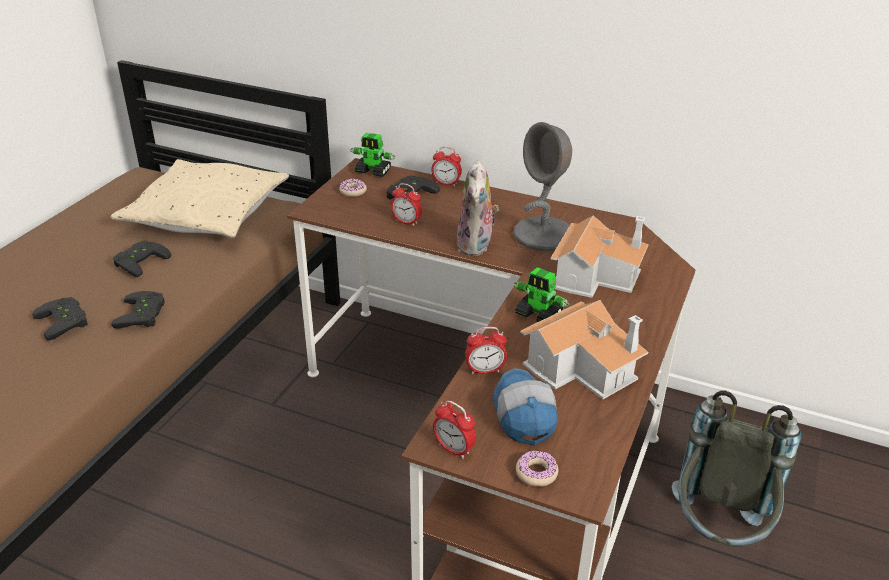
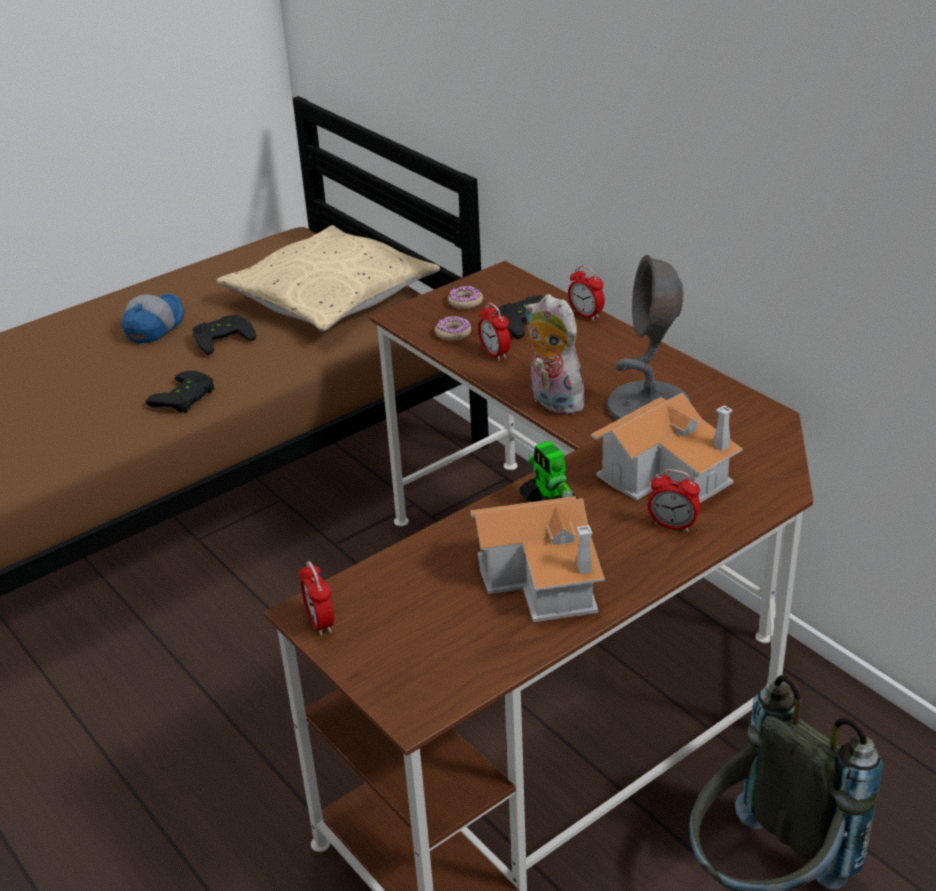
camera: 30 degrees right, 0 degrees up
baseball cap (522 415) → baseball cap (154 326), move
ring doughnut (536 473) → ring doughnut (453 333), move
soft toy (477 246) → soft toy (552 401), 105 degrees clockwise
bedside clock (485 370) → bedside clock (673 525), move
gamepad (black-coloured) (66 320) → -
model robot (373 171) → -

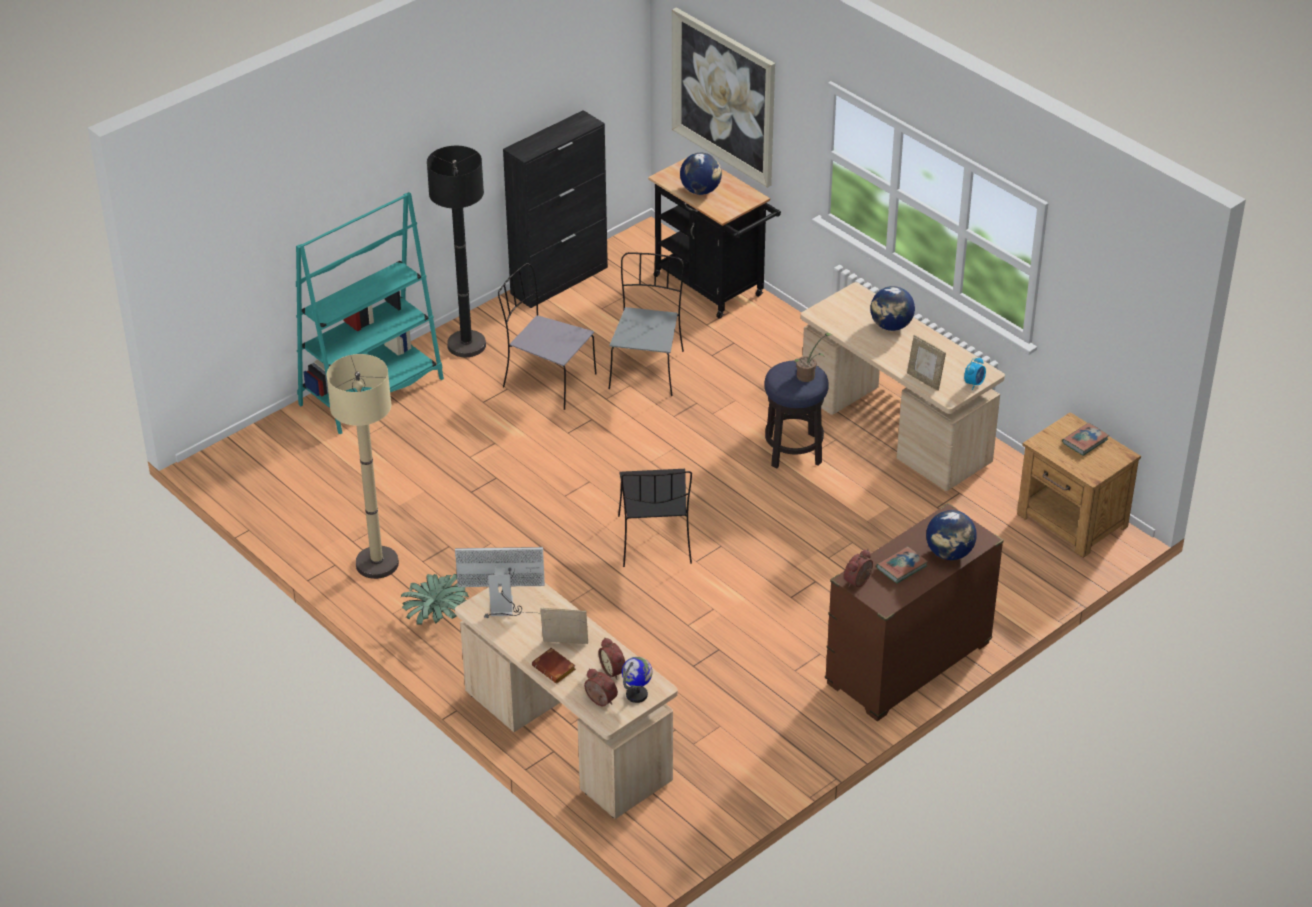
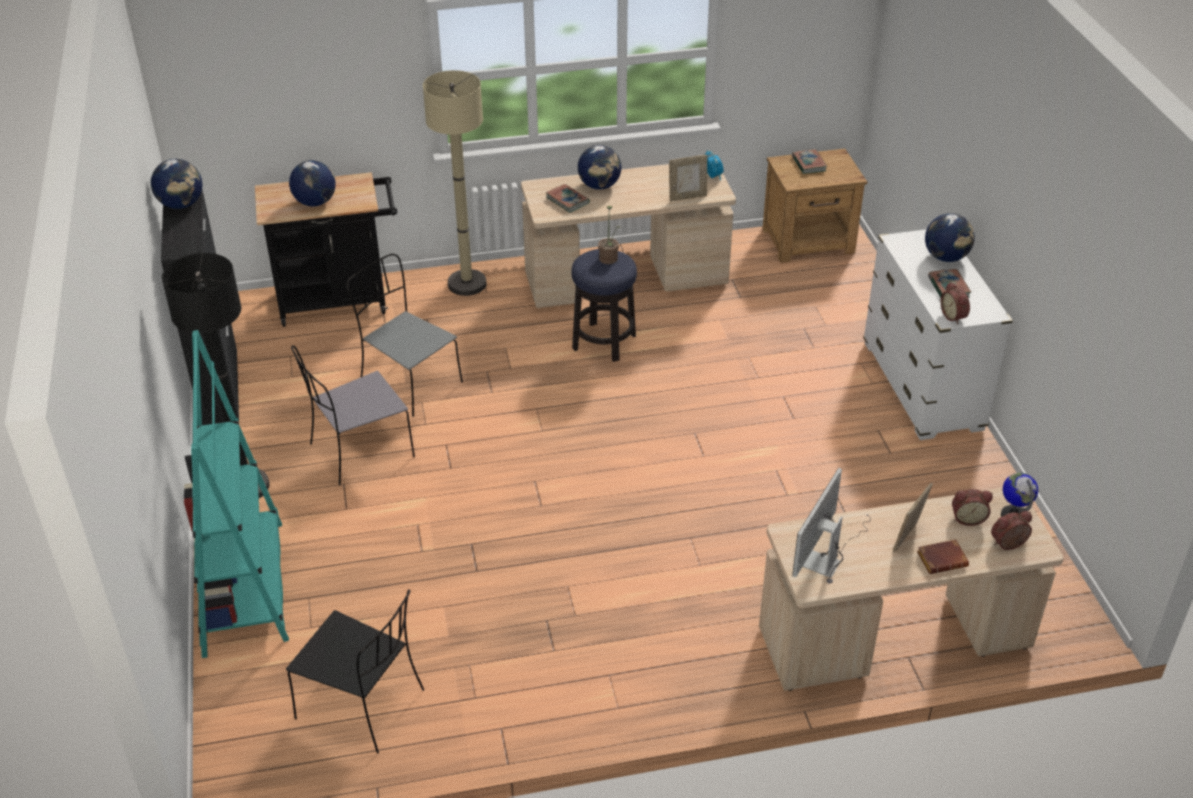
camera: 60 degrees left, 0 degrees up
- → globe (181 204)
upright chair (black-coloured) (655 542) → upright chair (black-coloured) (363 705), move
floor lamp (sand-coloured) (377 563) → floor lamp (sand-coloured) (467 284), move
- → book (567 200)
dresser (brown) (908 664) → dresser (whitish) (922 386)
houseplant (437 618) → -
wall art (724 96) → -

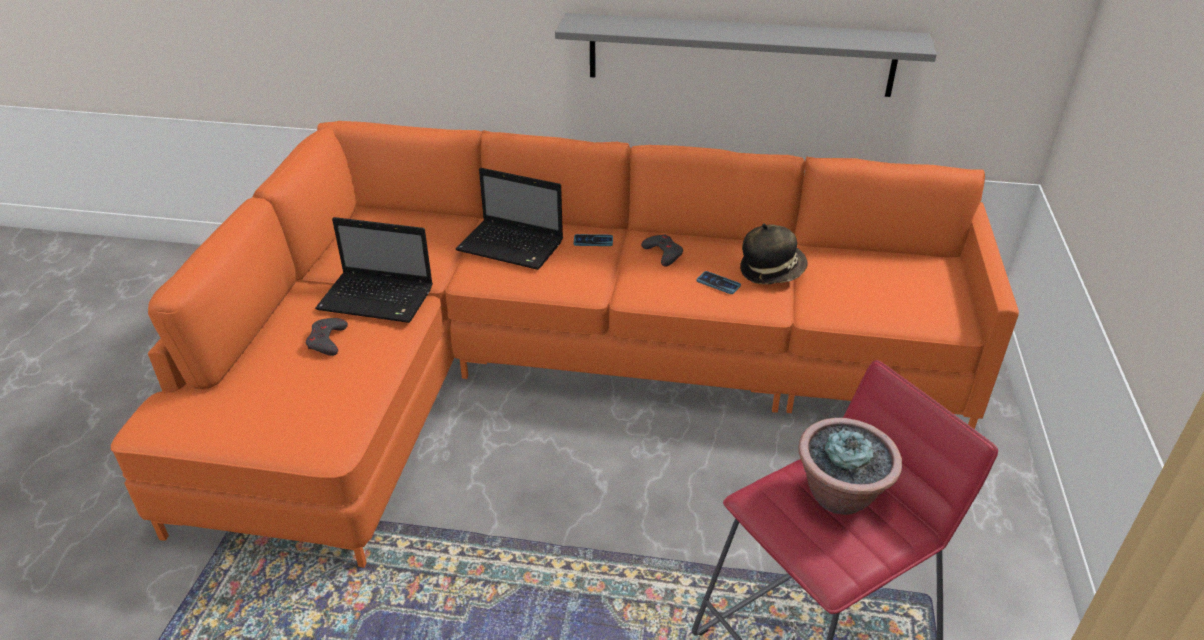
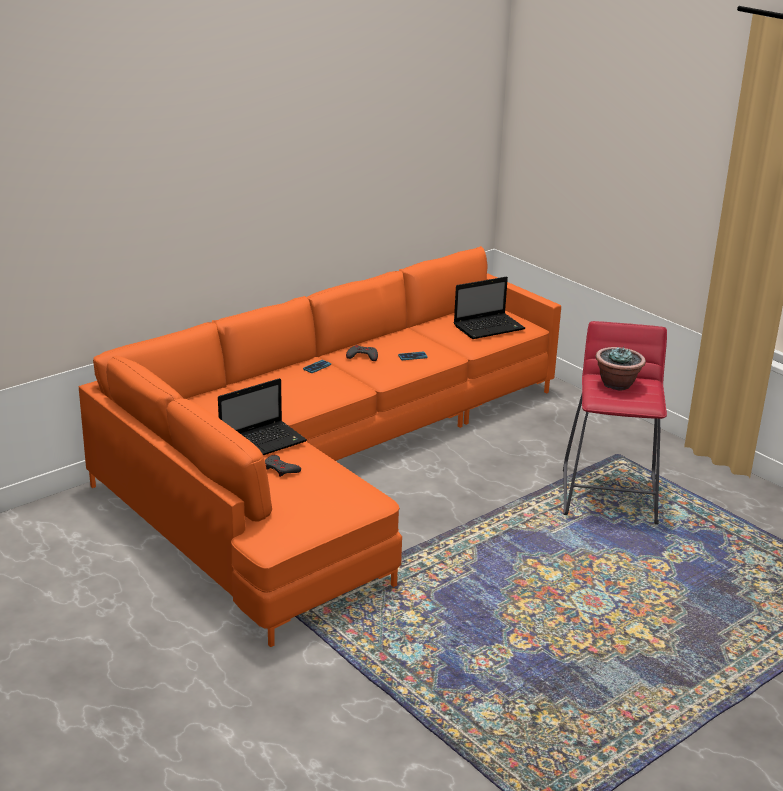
camera: 50 degrees left, 10 degrees down
portable computer (512 246) → portable computer (490 327), move
wall shelf (greyish) (740 55) → -
wearable hat (771 271) → -

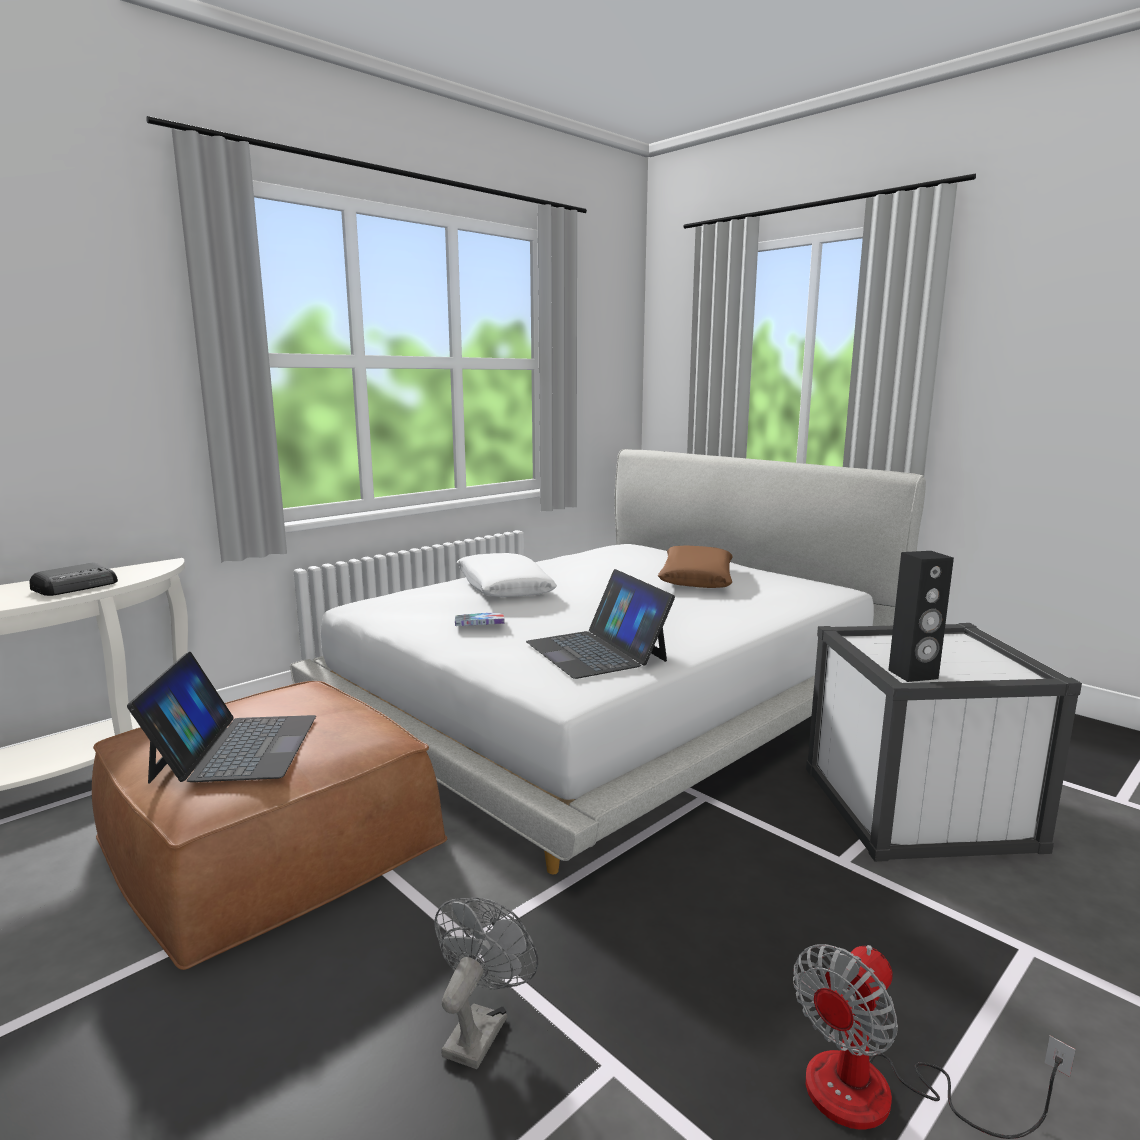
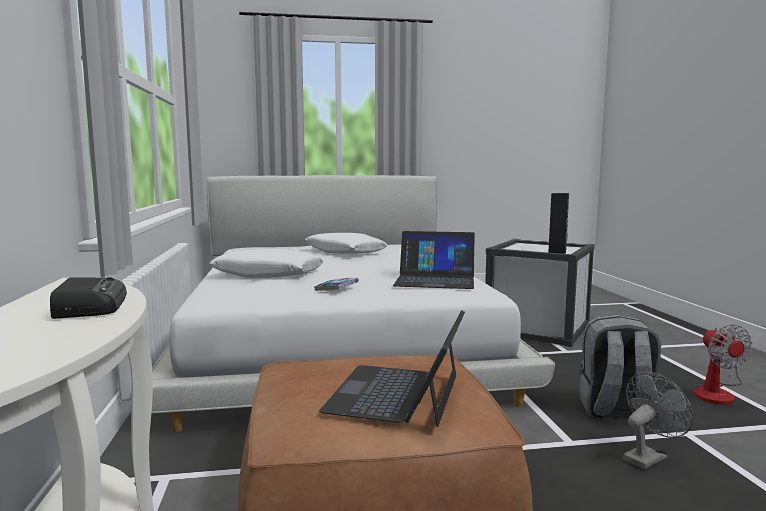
camera: 55 degrees left, 5 degrees down
cushion (brown) (696 579) → cushion (whitish) (345 252)
portable computer (235 747) → portable computer (396 393), 105 degrees counterclockwise
- → knapsack (greyish) (615 411)
cooling fan (greyish) (480 1028) → cooling fan (greyish) (648 457), 90 degrees clockwise

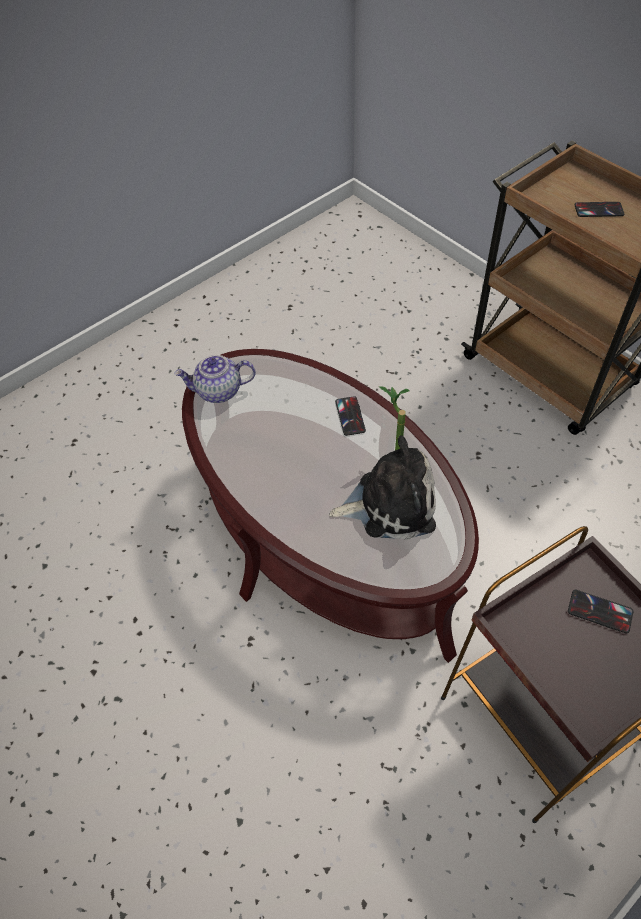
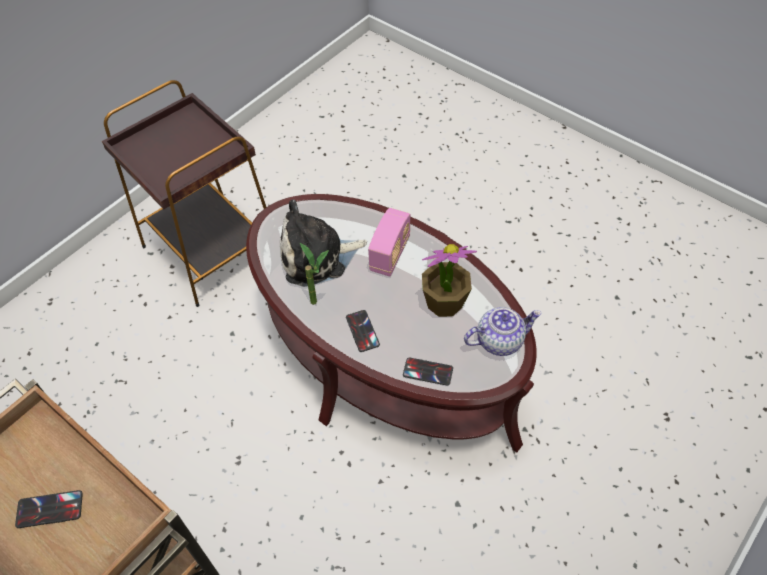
camera: 170 degrees right, 0 degrees up
- → radio receiver (390 254)
phone (600 611) → phone (428 371), move
- → houseplant (444 303)

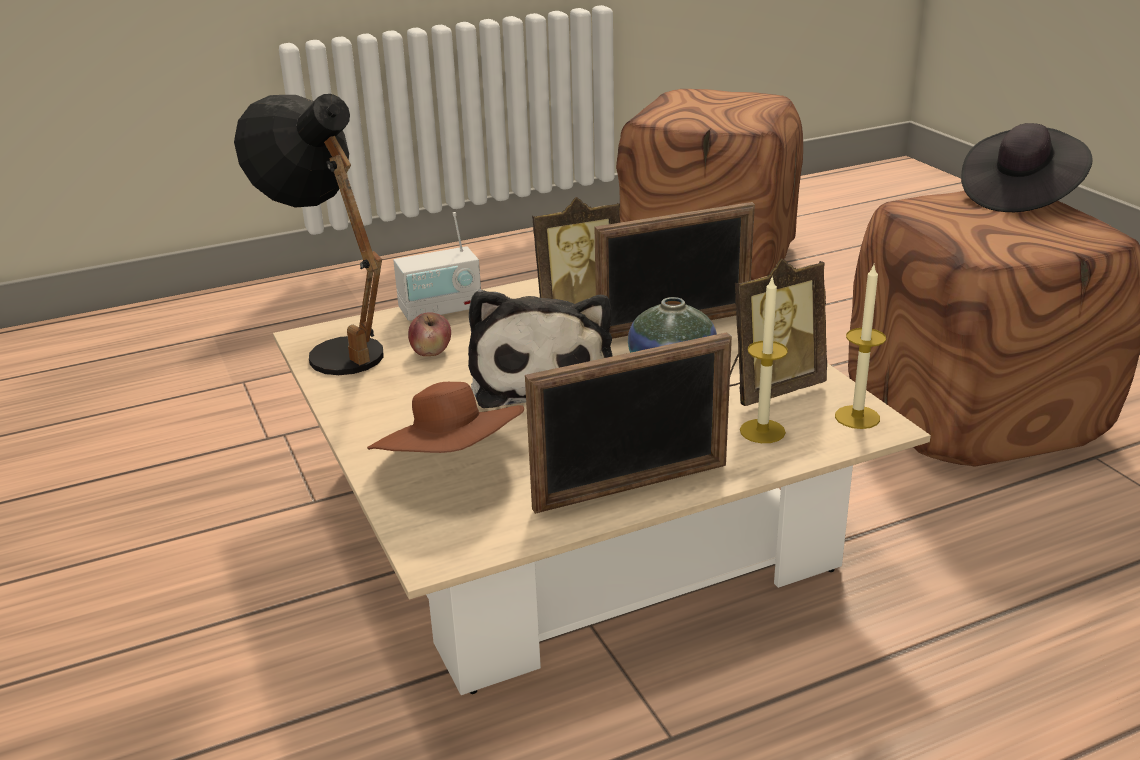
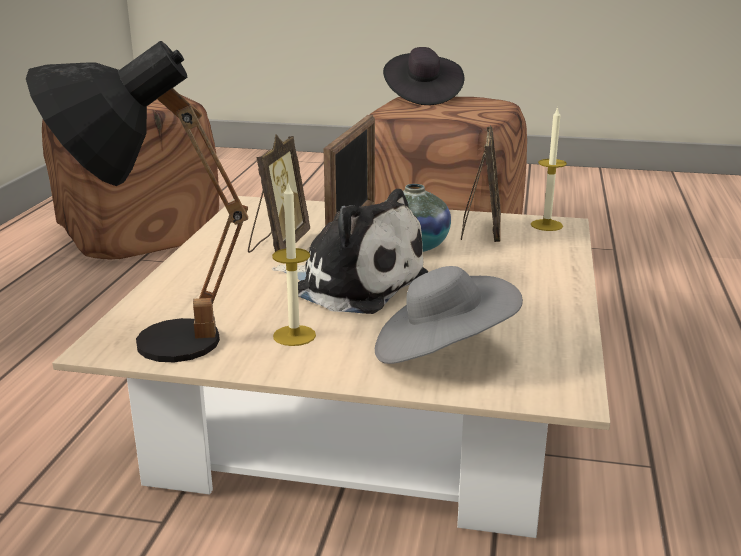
camera: 55 degrees left, 5 degrees down
wax light (762 431) → wax light (294 335), move
wearable hat (brown) (452 466) → wearable hat (greyish) (441 352)
radio receiver (441 310) → -
whole apple (431 351) → -
standing frame (632 487) → -

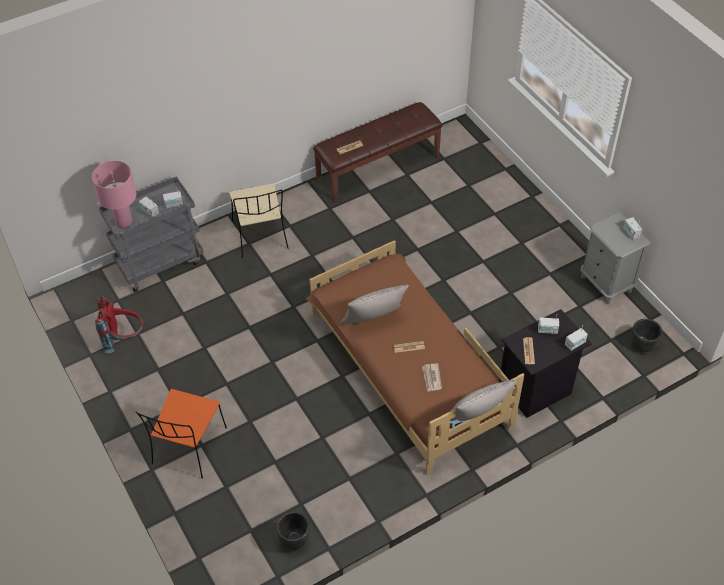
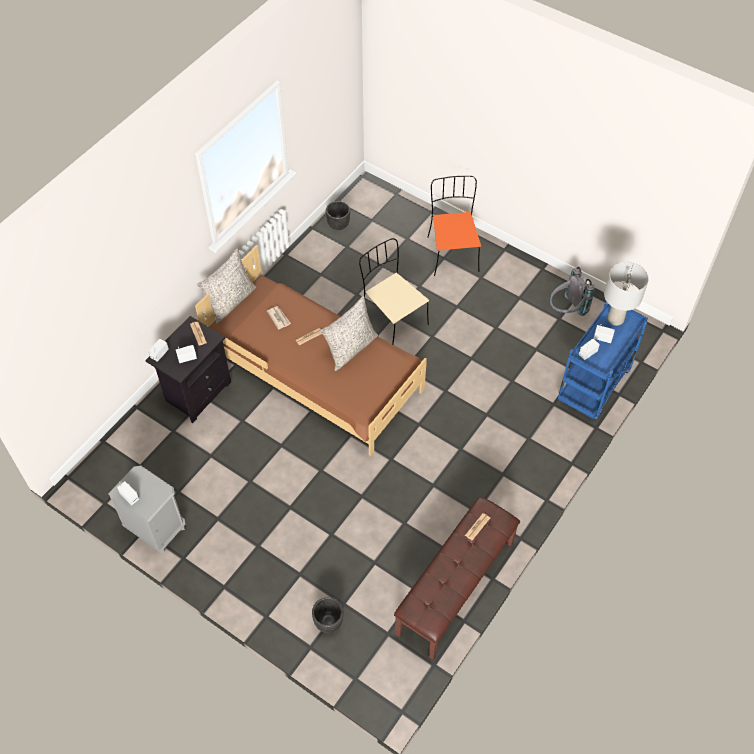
camera: 155 degrees right, 5 degrees up
planter (black-coloured) (642 345) → planter (black-coloured) (328 622), move
upright chair (sand-coloured) (260 235) → upright chair (sand-coloured) (392 319), move
knapsack (reddish) (124 339) → knapsack (greyish) (566 310)
wheeled cart (greyish) (160 262) → wheeled cart (bluish) (593 388)
lamp for a table (pink) (124 222) → lamp for a table (greyish) (615 319)

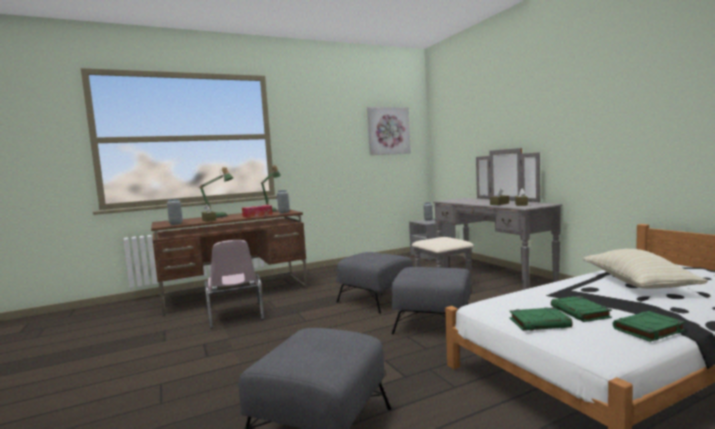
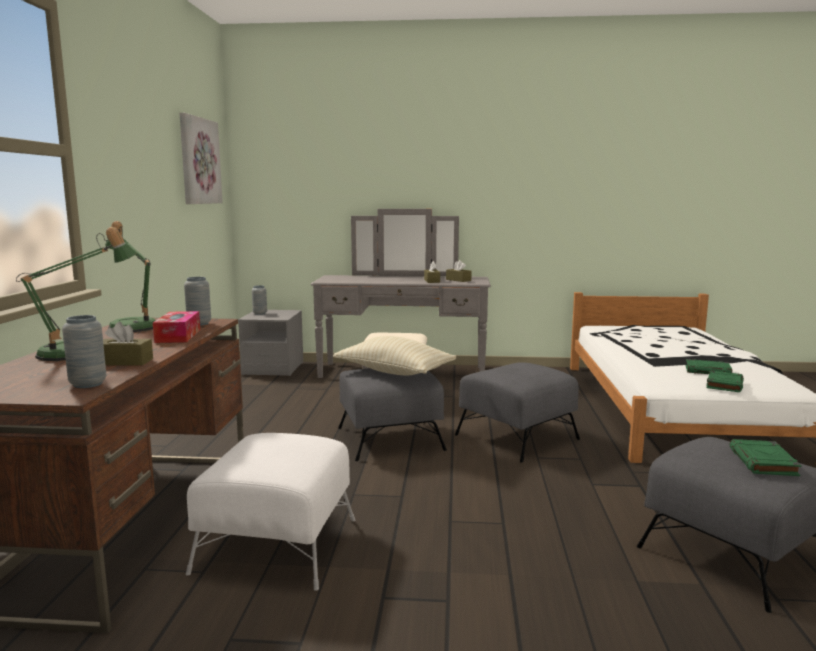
camera: 60 degrees left, 5 degrees up
upright chair (pink) (235 315) → ottoman (whitish) (275 545)
cushion (sand-coloured) (637 284) → cushion (sand-coloured) (394 372), move
book (green) (648 330) → book (green) (763 462), move

